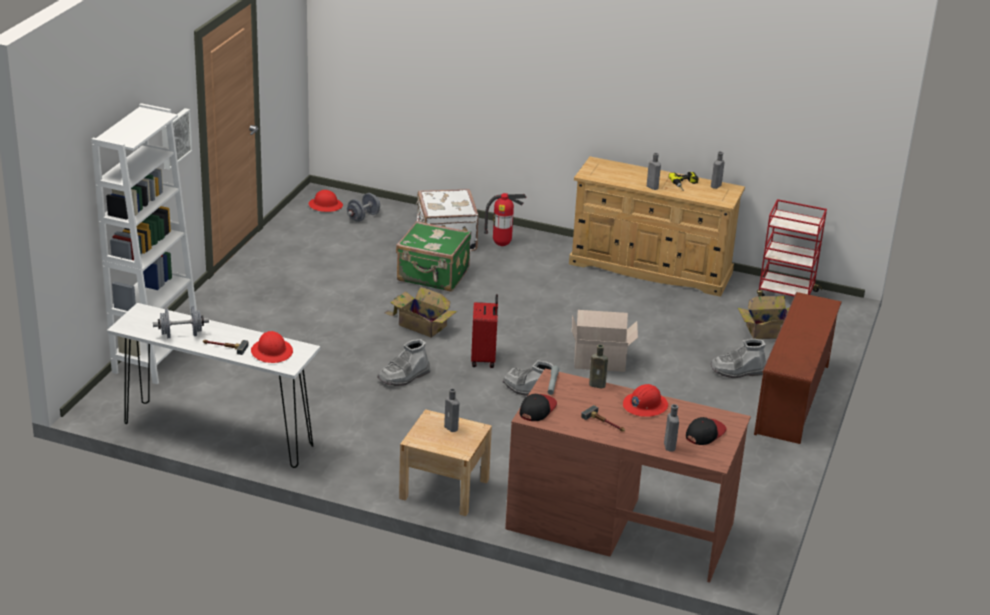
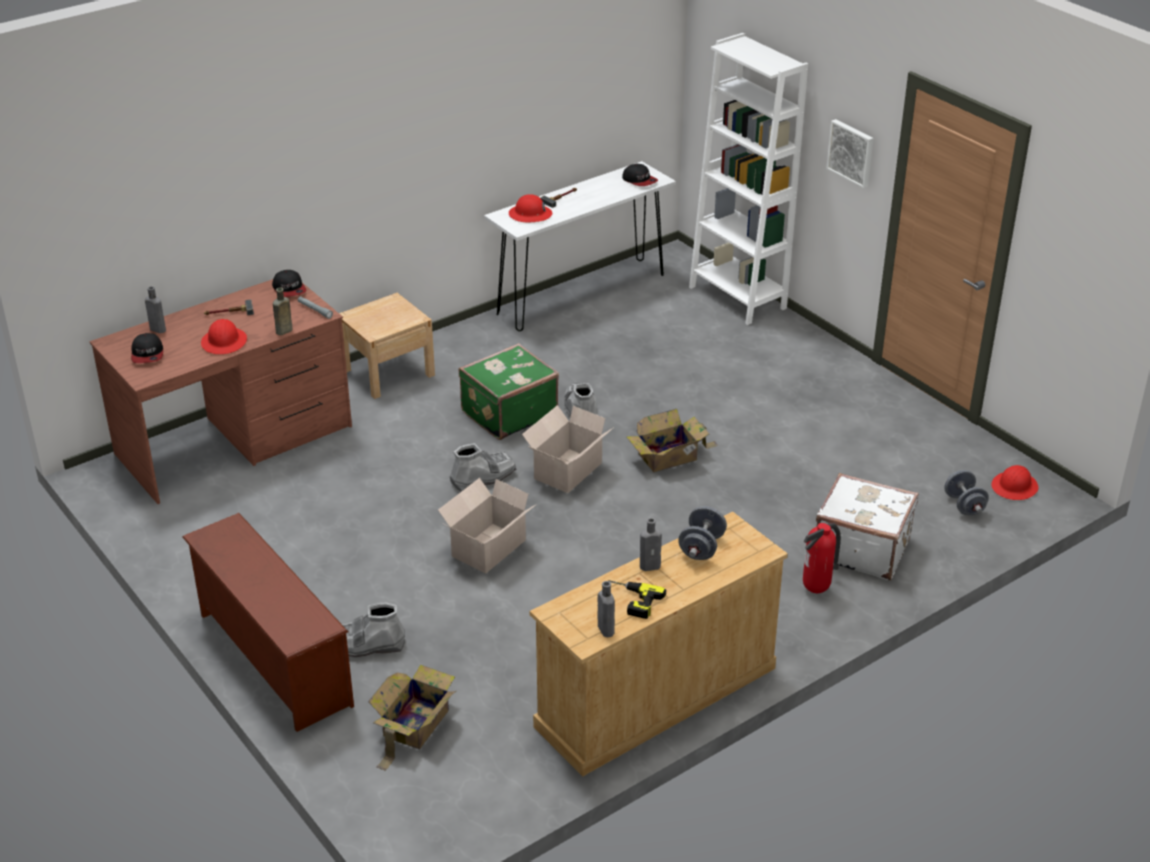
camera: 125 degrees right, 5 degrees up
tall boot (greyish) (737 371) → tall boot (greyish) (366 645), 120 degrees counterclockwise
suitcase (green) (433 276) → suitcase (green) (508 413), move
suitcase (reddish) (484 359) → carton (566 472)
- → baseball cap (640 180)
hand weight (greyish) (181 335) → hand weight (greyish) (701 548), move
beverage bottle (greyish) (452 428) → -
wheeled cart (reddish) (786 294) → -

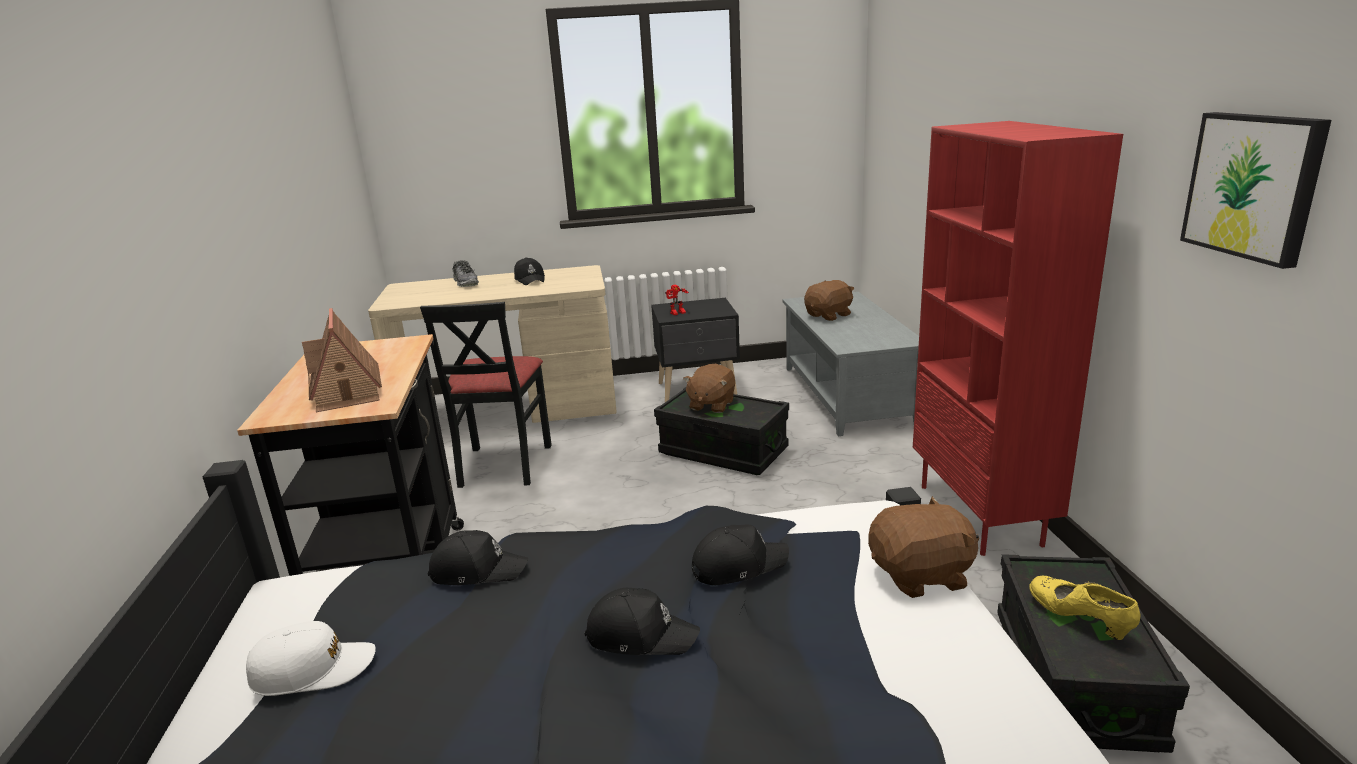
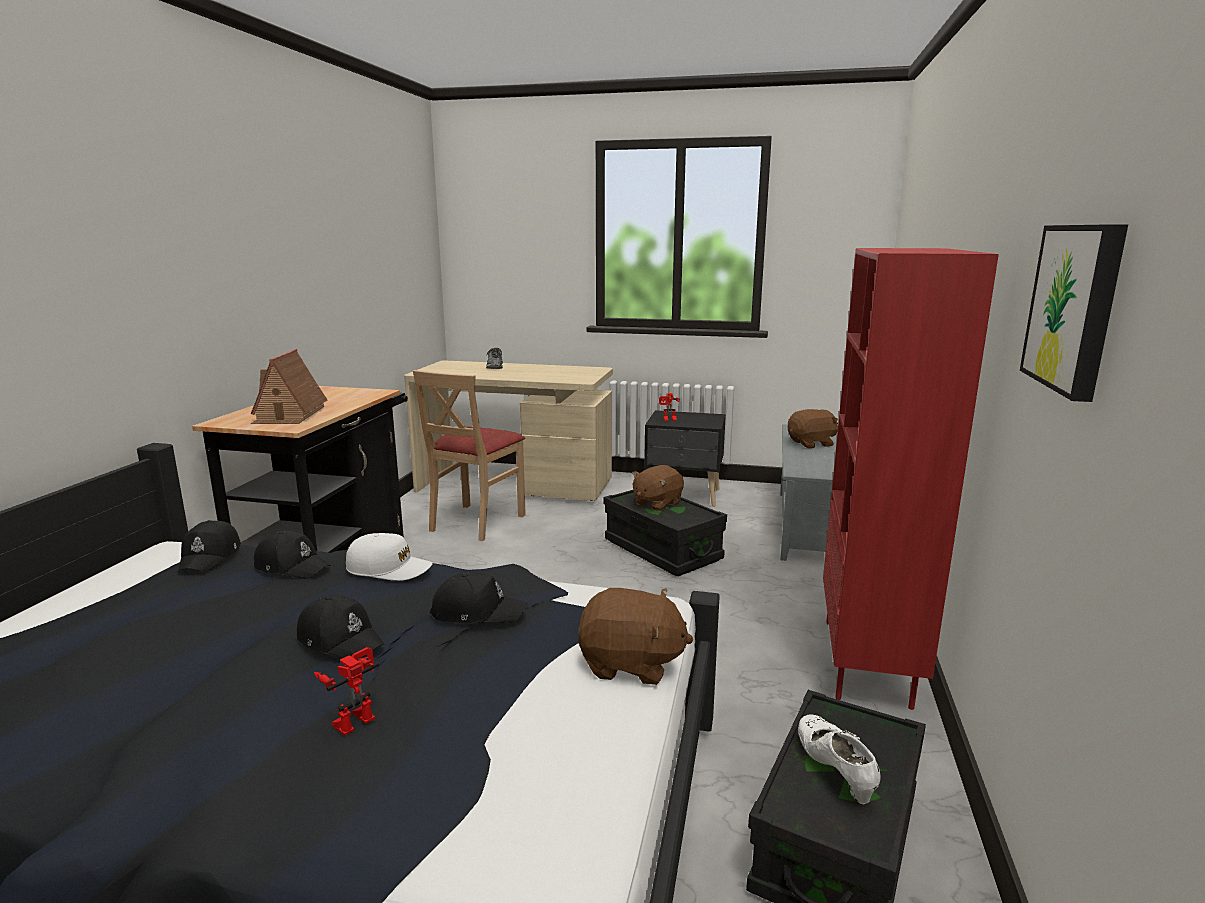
camera: 20 degrees right, 5 degrees down
baseball cap (black-coloured) (530 279) → baseball cap (black-coloured) (211 557), move
- → model robot (353 718)
baseball cap (whitish) (313 669) → baseball cap (whitish) (389 569), move
upright chair (black-coloured) (503 465) → upright chair (sand-coloured) (476 522)
low shoe (yellow-coloured) (1079 620) → low shoe (whitish) (835 772)

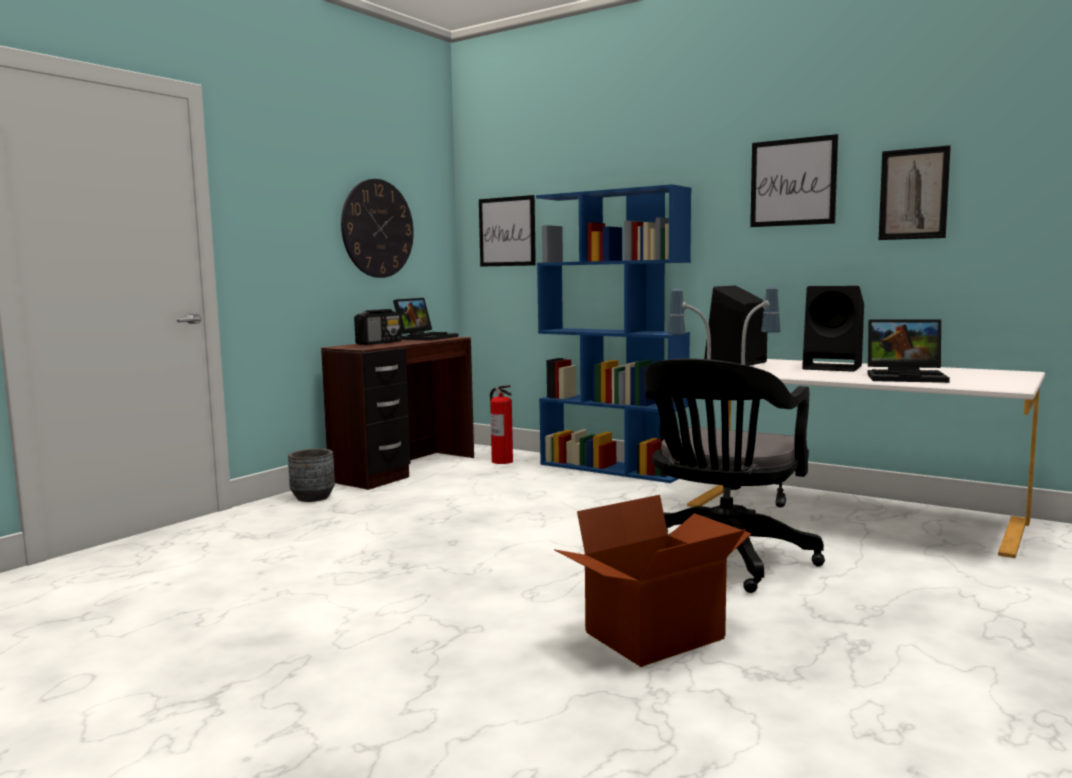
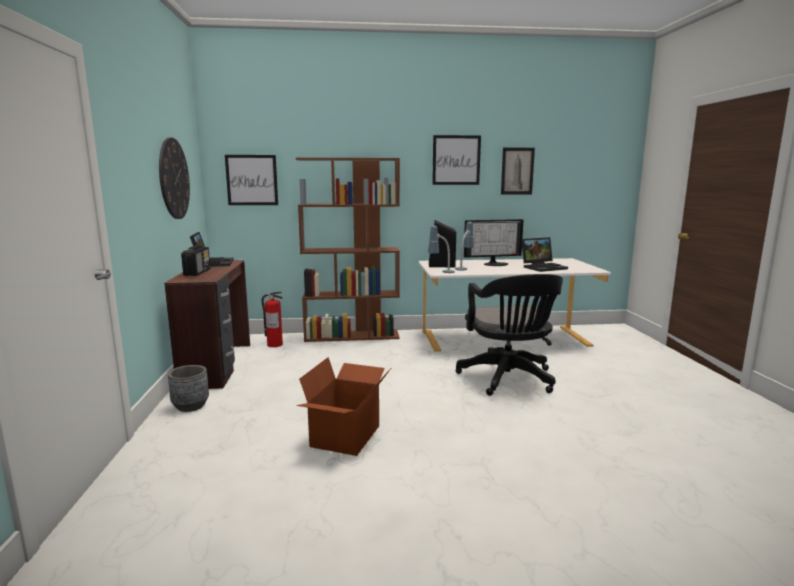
camera: 40 degrees left, 5 degrees up
bookshelf (bluish) (613 469) → bookshelf (brown) (352 336)
carton (656 636) → carton (347 436), move
speaker (black-coloured) (834 367) → monitor (495 264)

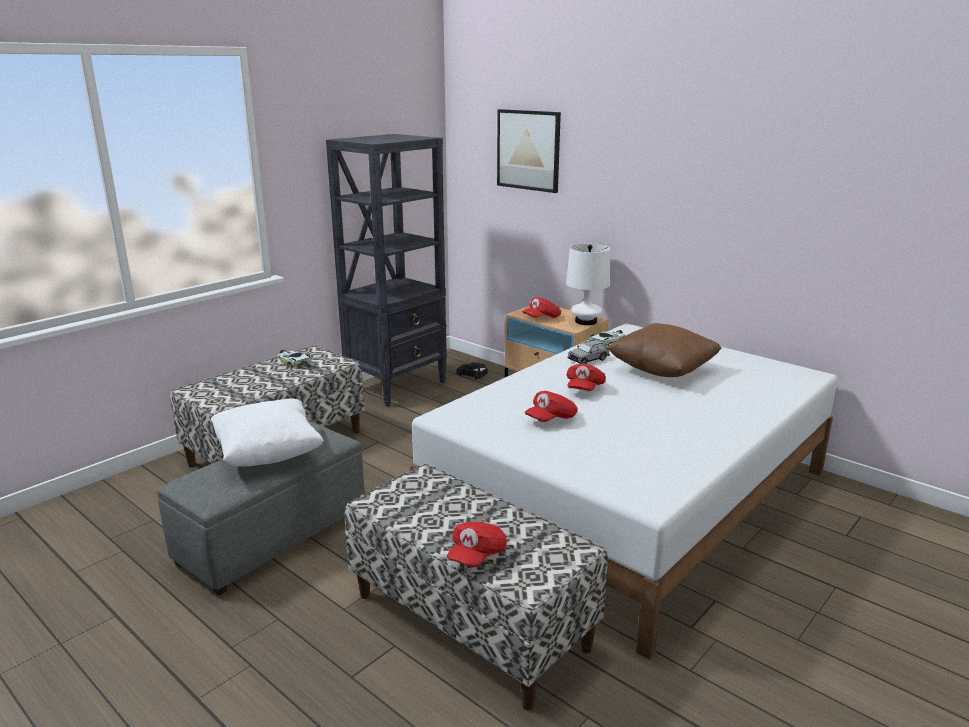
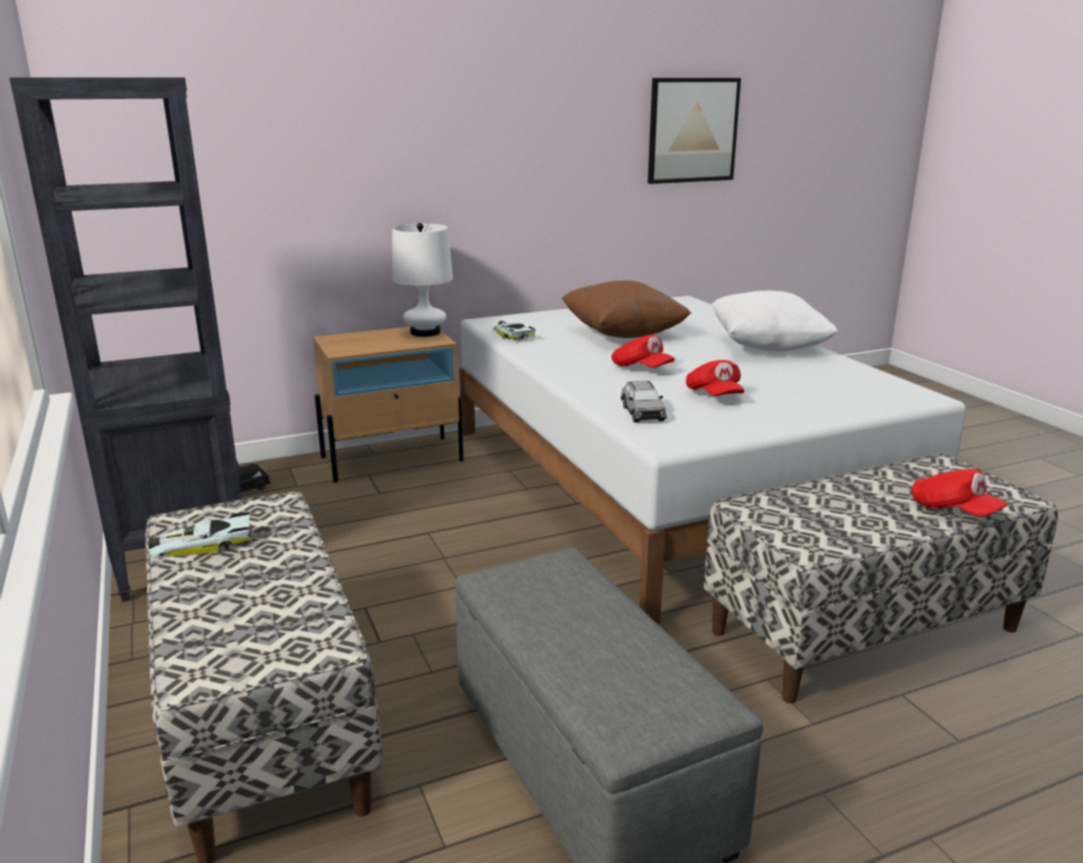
camera: 65 degrees left, 0 degrees up
model car (greyish) (588 359) → model car (greyish) (642 413), move
wall art (528 150) → wall art (692 130), move
cushion (whitish) (268 454) → cushion (whitish) (767 347), move
baseball cap (reddish) (542 318) → -

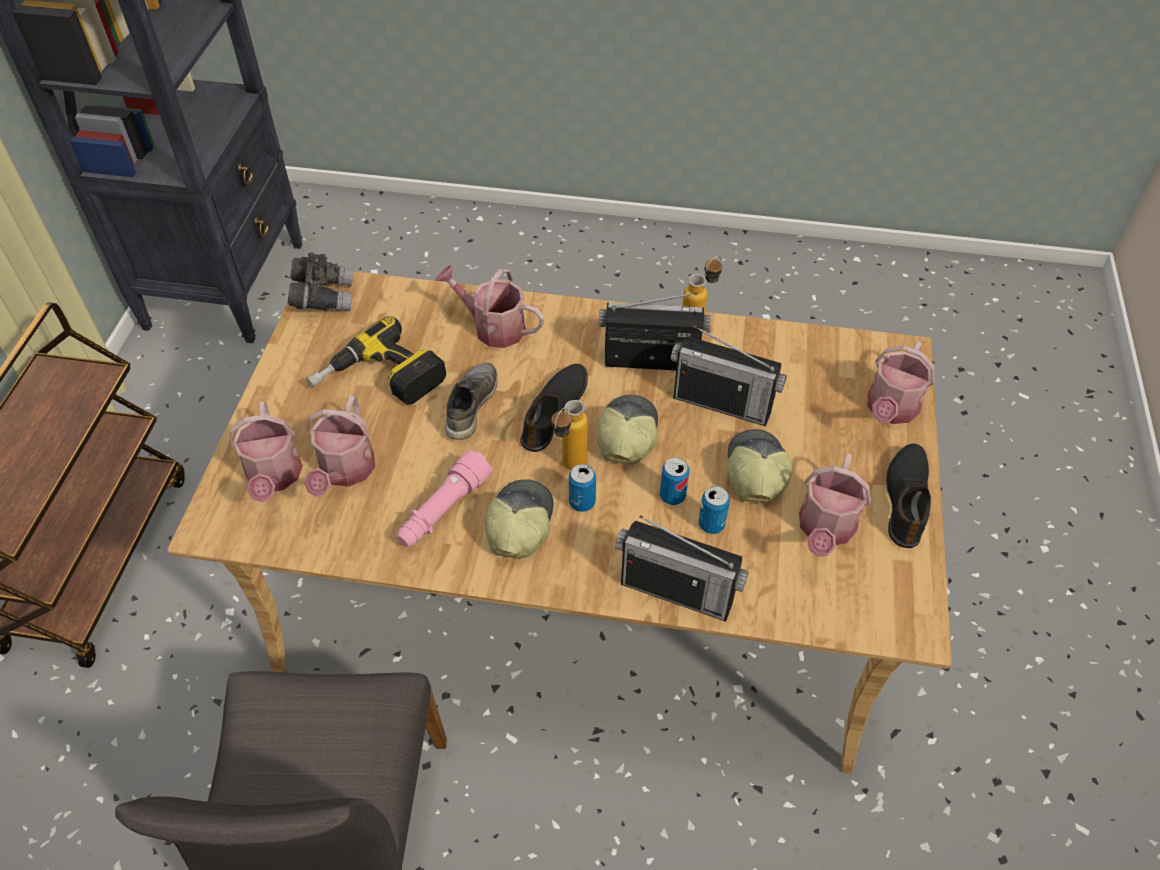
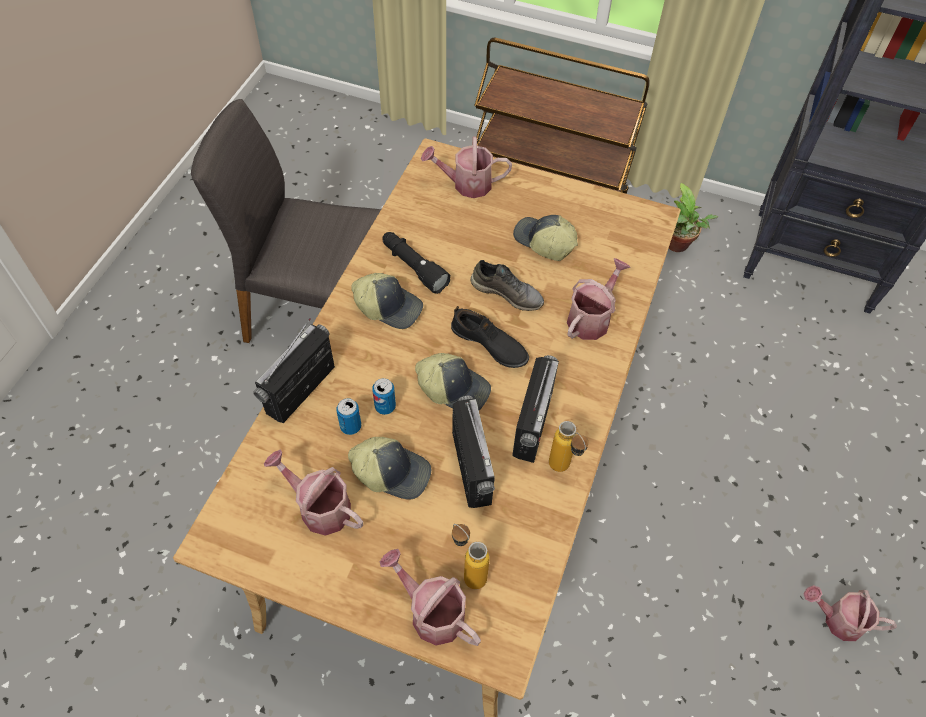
camera: 100 degrees right, 5 degrees up
hand torch (pink) (443 510) → hand torch (black-coloured) (413 267)
radio receiver (722 403) → radio receiver (471 467), 135 degrees clockwise
beverage bottle (569 468) → beverage bottle (468 572), move
drill (379 381) → baseball cap (543 242)
- → houseplant (678 246)
watering can (345 472) → watering can (838 620), move
binoculars (greyish) (323 297) → -
can (582 502) → -
low shoe (black-coloured) (907 499) → -

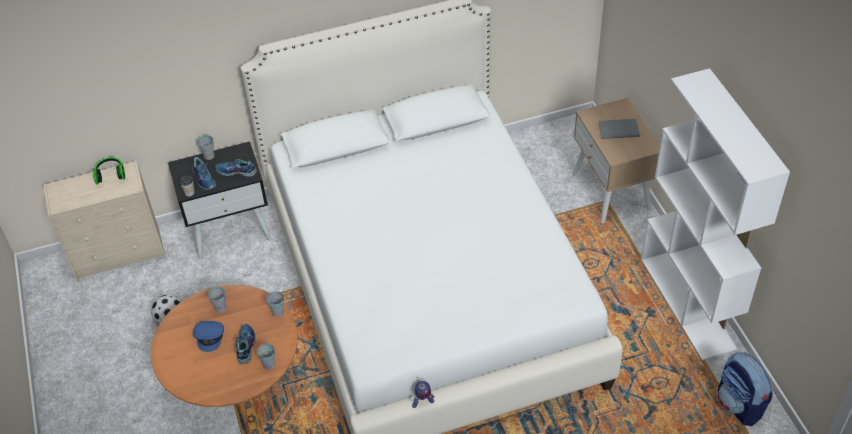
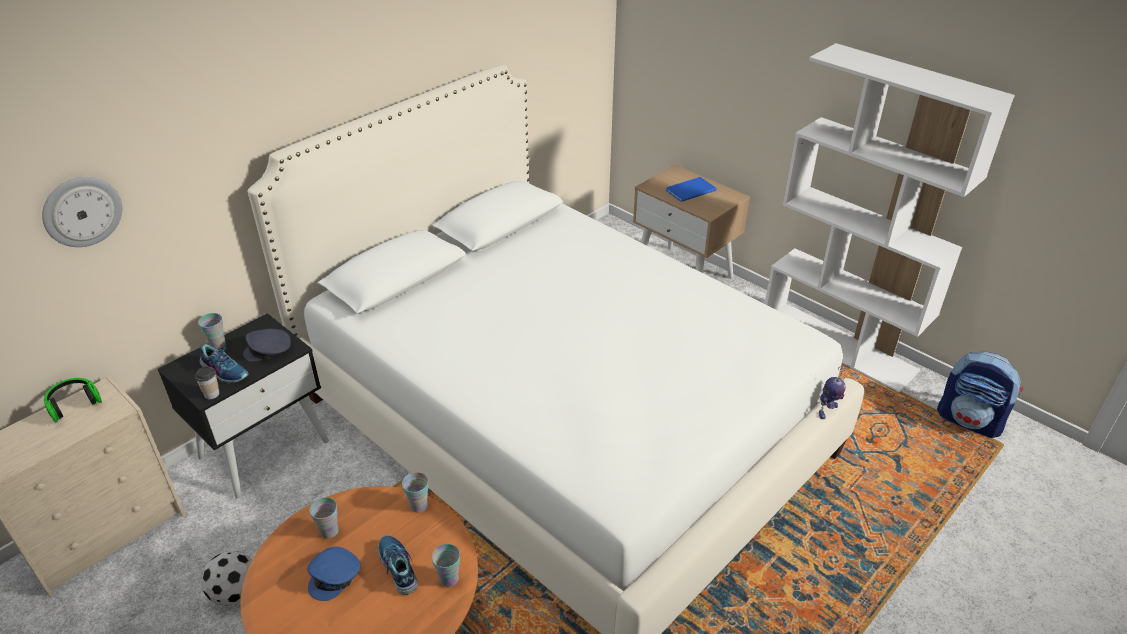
camera: 30 degrees left, 10 degrees down
- → hanging clock (82 211)
low shoe (236 172) → baseball cap (greyish) (269 350)
baseball cap (bluish) (210 337) → baseball cap (bluish) (335 576), 60 degrees clockwise
book (greyish) (617 129) → book (bluish) (689 190)
model robot (422 402) → model robot (827 411), move

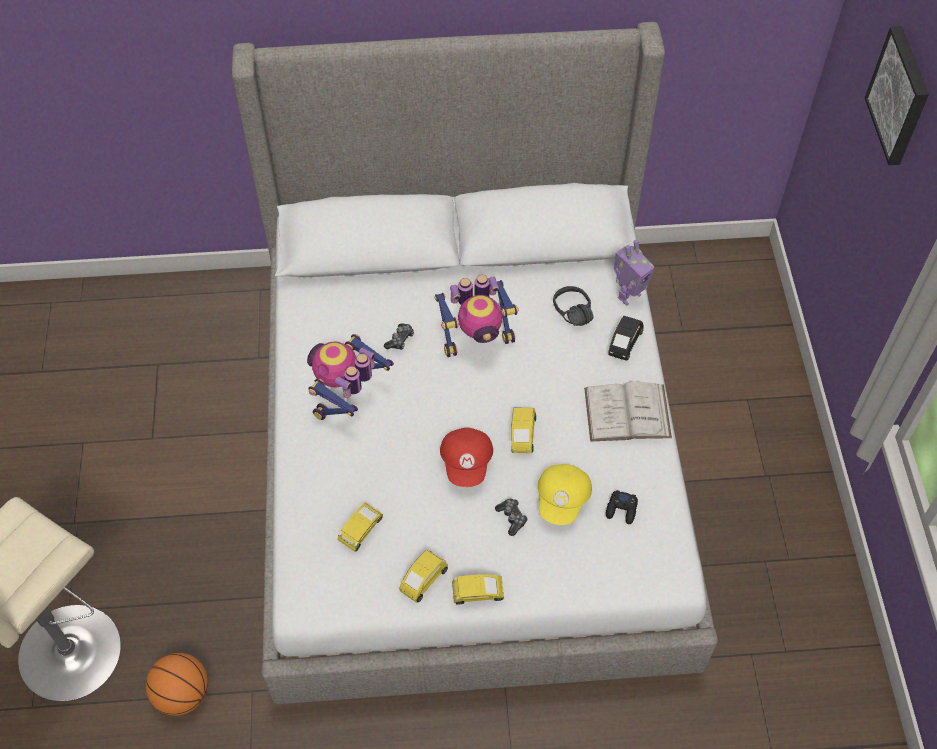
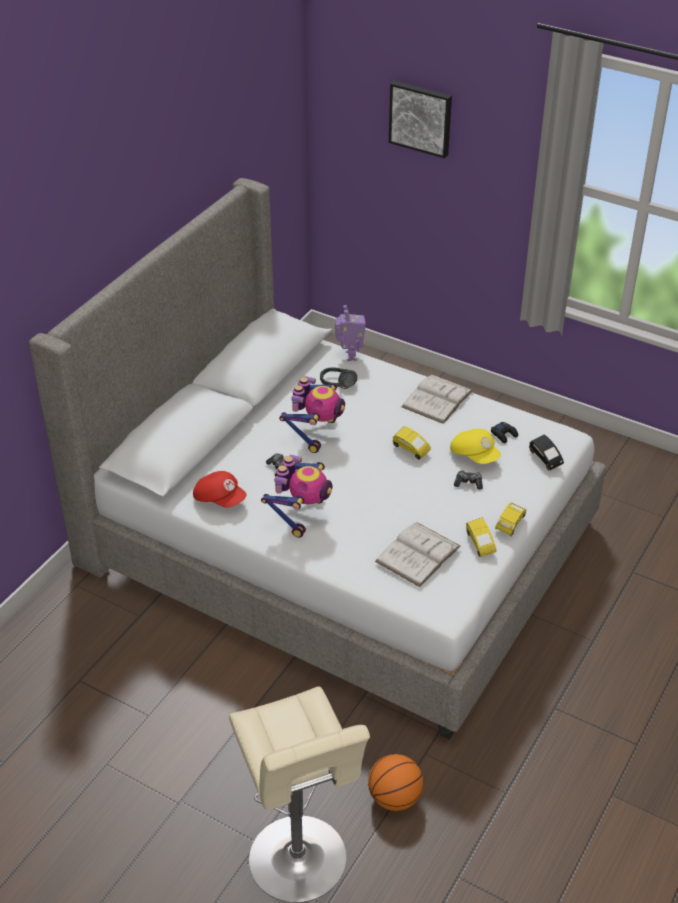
camera: 55 degrees left, 15 degrees down
baseball cap (reddish) (467 462) → baseball cap (reddish) (220 499), move
model robot (347 398) → model robot (301 514), 135 degrees counterclockwise
model car (yellow-coloured) (361 531) → book (whitish) (418 554)
model car (black-coloured) (624 343) → model car (black-coloured) (544 459), move

